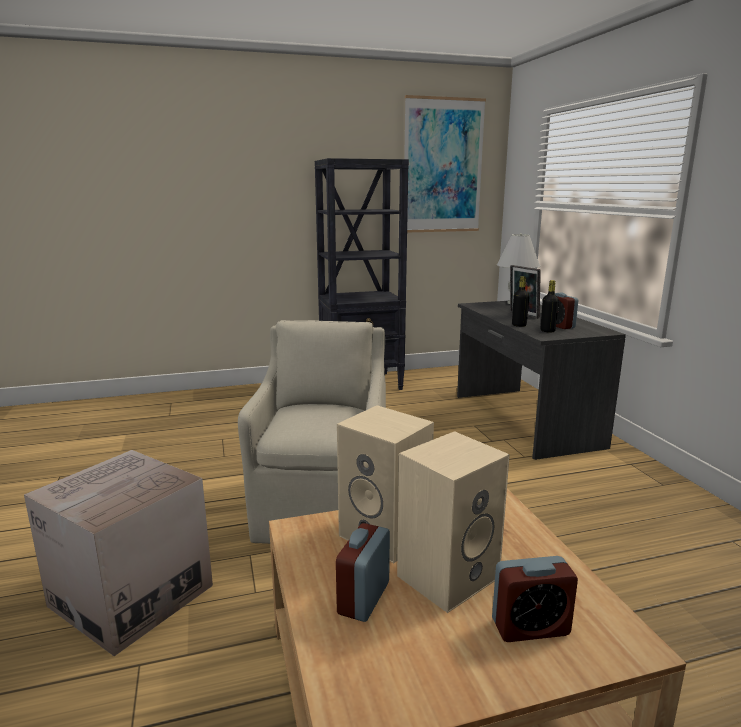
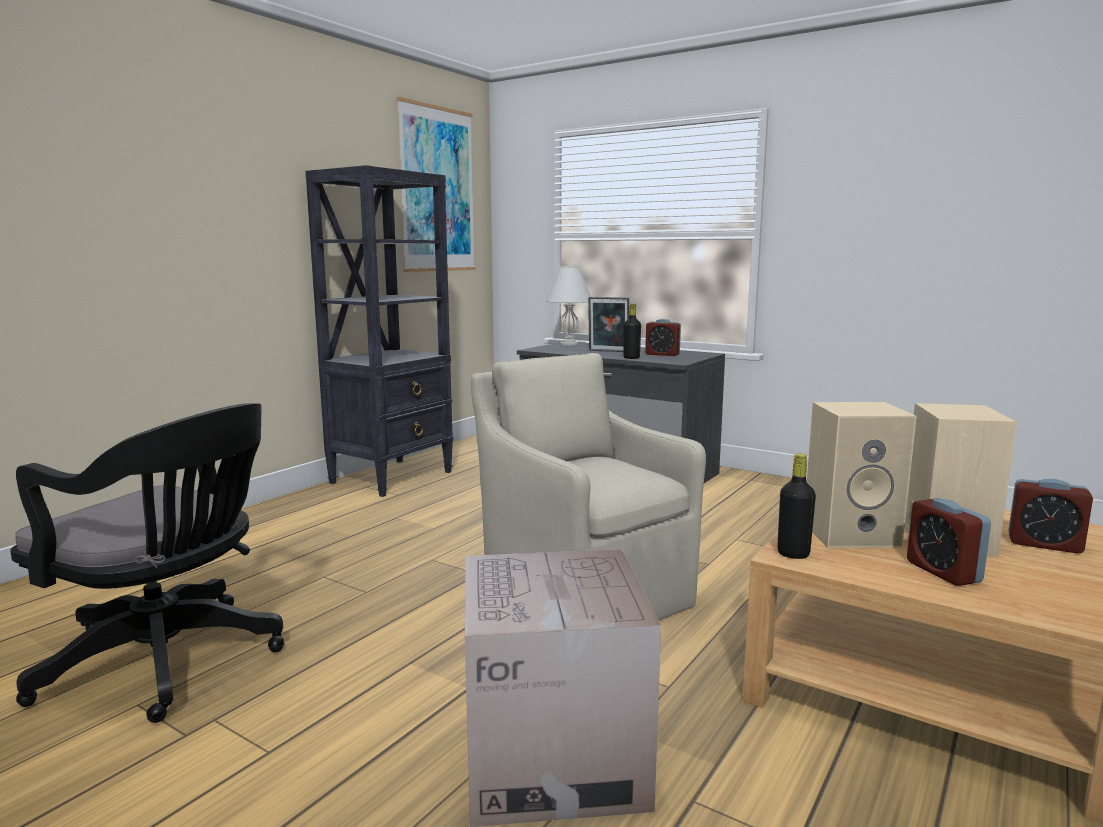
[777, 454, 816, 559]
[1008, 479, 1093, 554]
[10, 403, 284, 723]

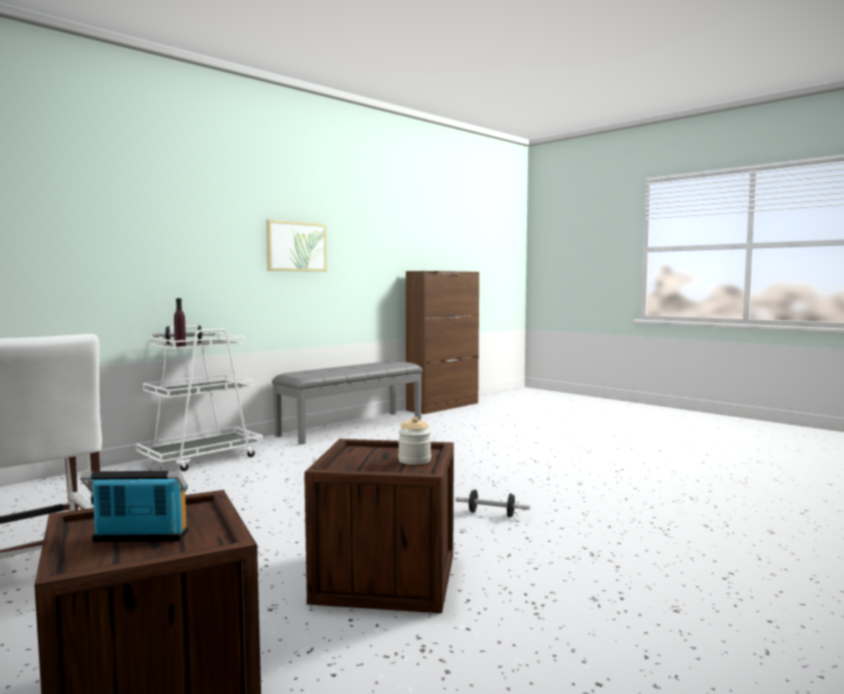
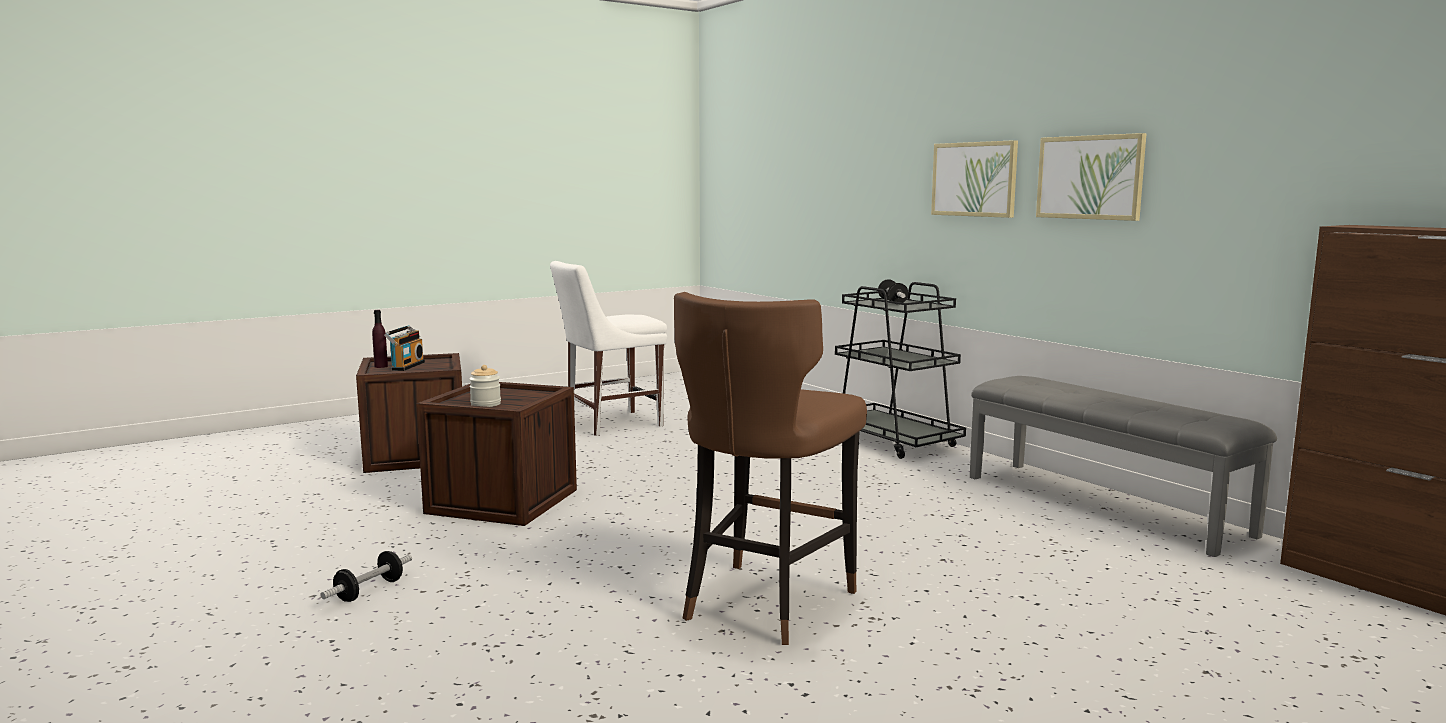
[372, 310, 388, 368]
[835, 282, 966, 459]
[321, 551, 412, 602]
[931, 140, 1018, 218]
[674, 292, 867, 645]

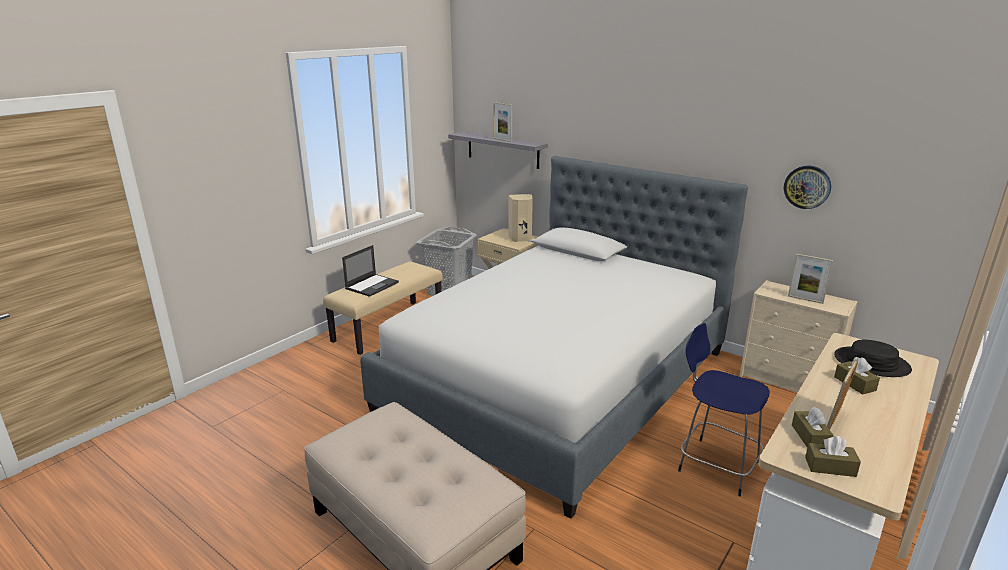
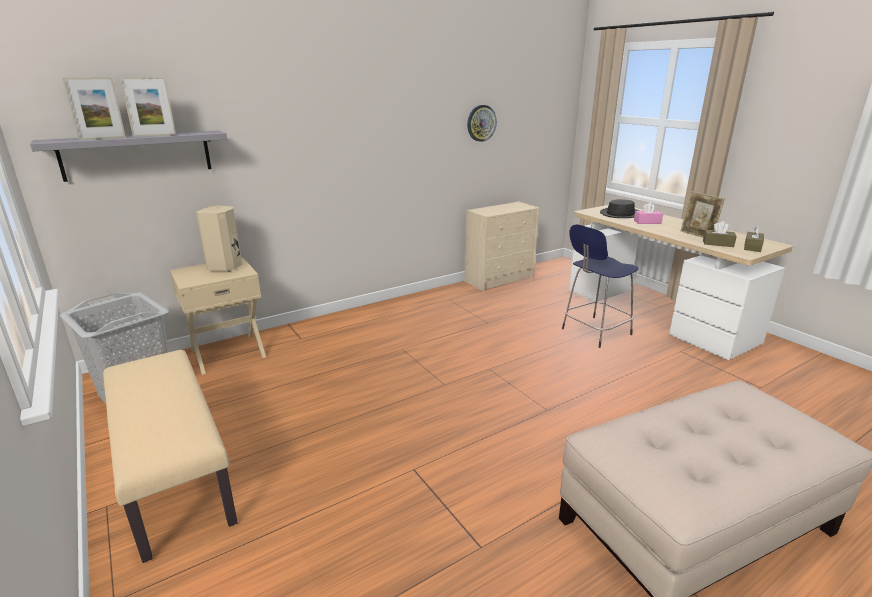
[360, 156, 748, 519] (first image)
[342, 245, 399, 297] (first image)
[63, 78, 126, 140]
[634, 202, 663, 224]

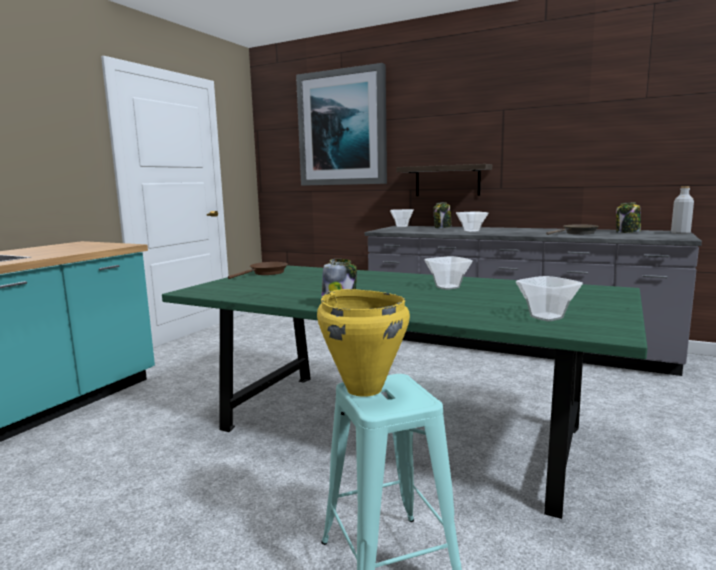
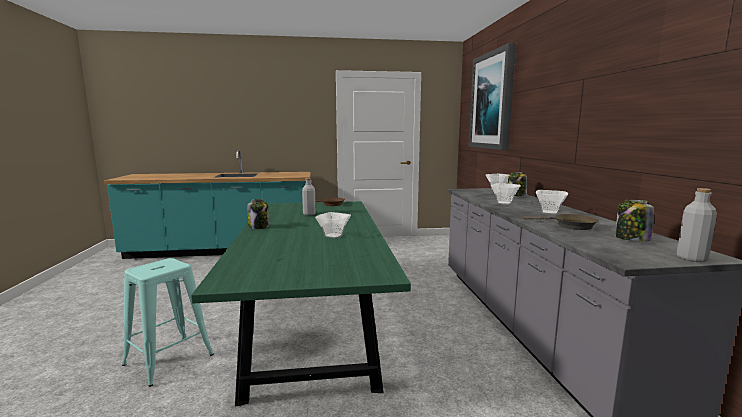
[396, 164, 492, 196] (first image)
[536, 190, 568, 215]
[317, 289, 410, 397] (first image)
[302, 178, 316, 215]

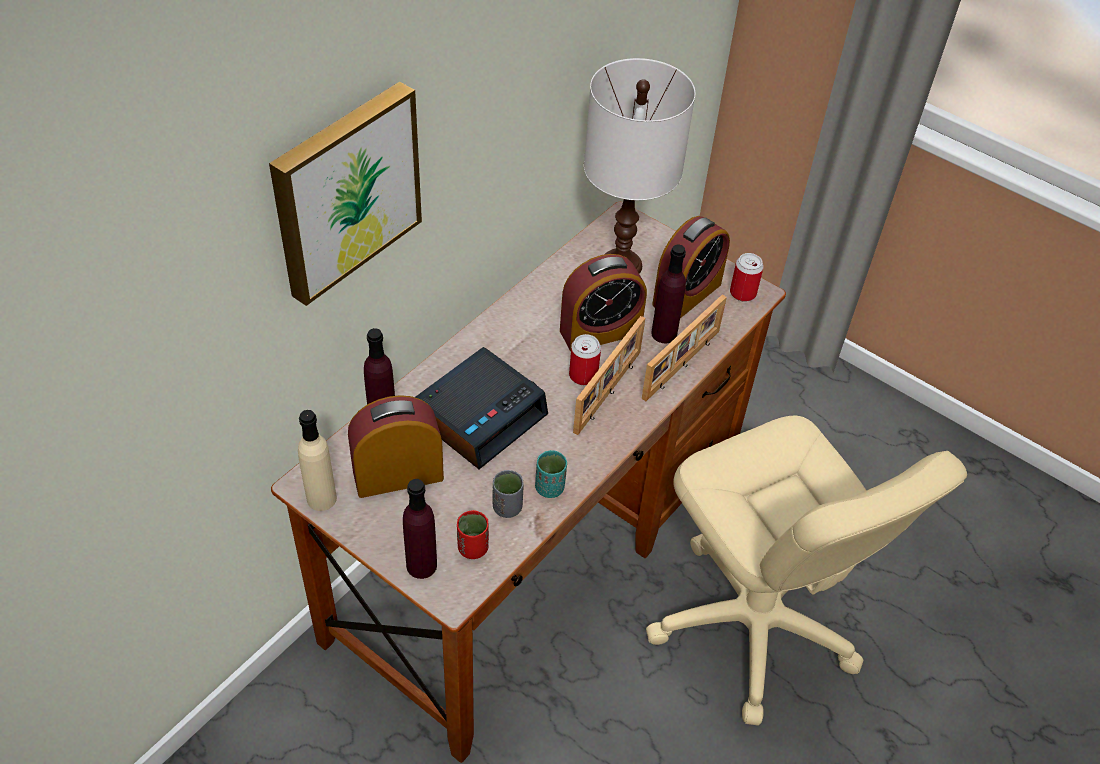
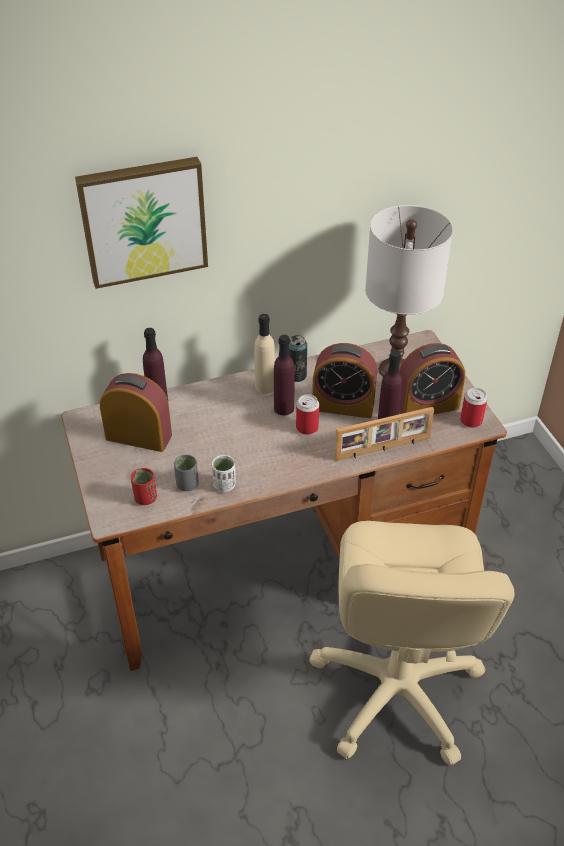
[573, 316, 645, 435] (first image)
[415, 347, 548, 469] (first image)
[254, 314, 275, 394]
[212, 455, 236, 492]
[274, 335, 295, 416]
[289, 335, 307, 382]

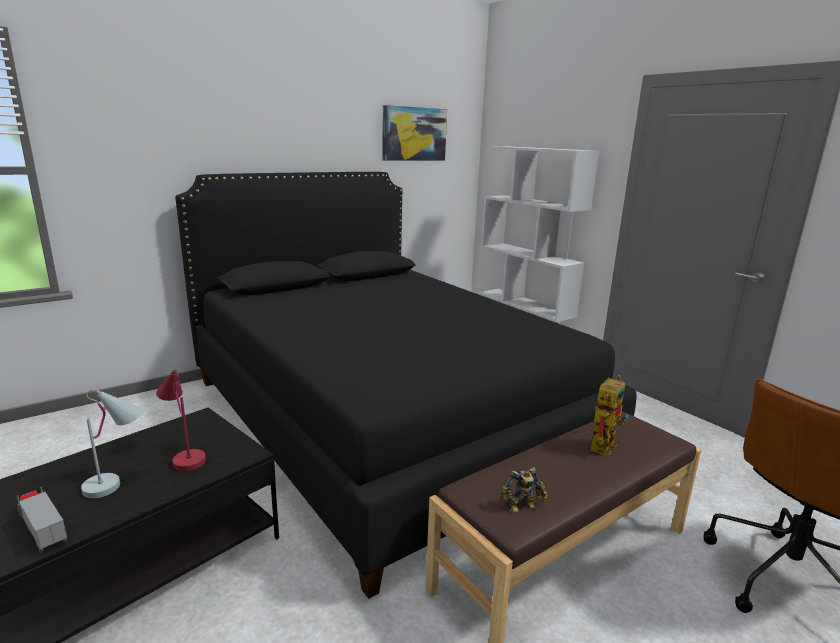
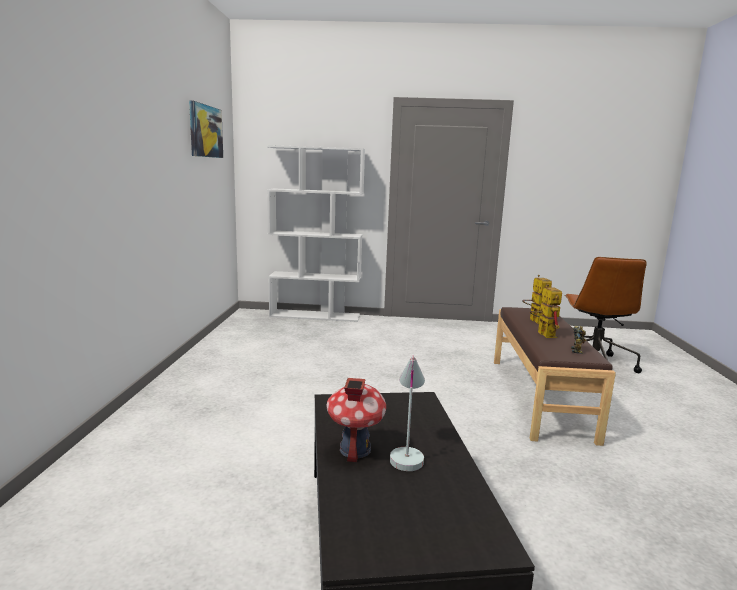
[175, 172, 637, 599] (first image)
[156, 370, 206, 471] (first image)
[17, 486, 67, 553] (first image)
[530, 284, 562, 338]
[326, 378, 386, 462]

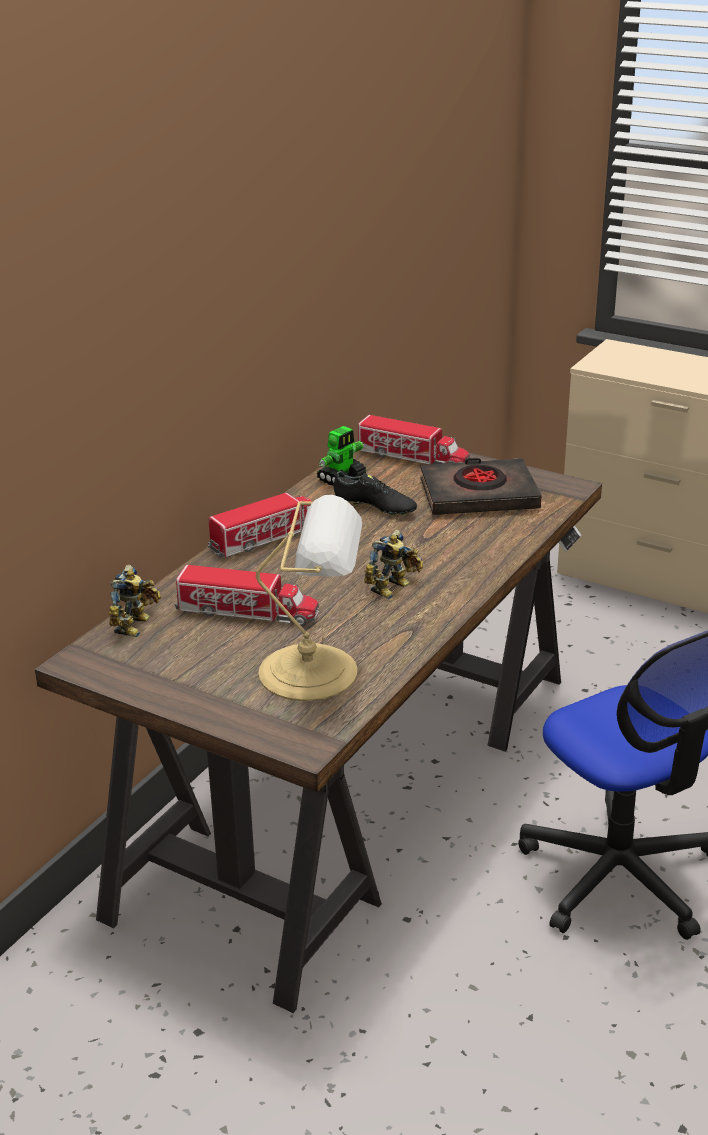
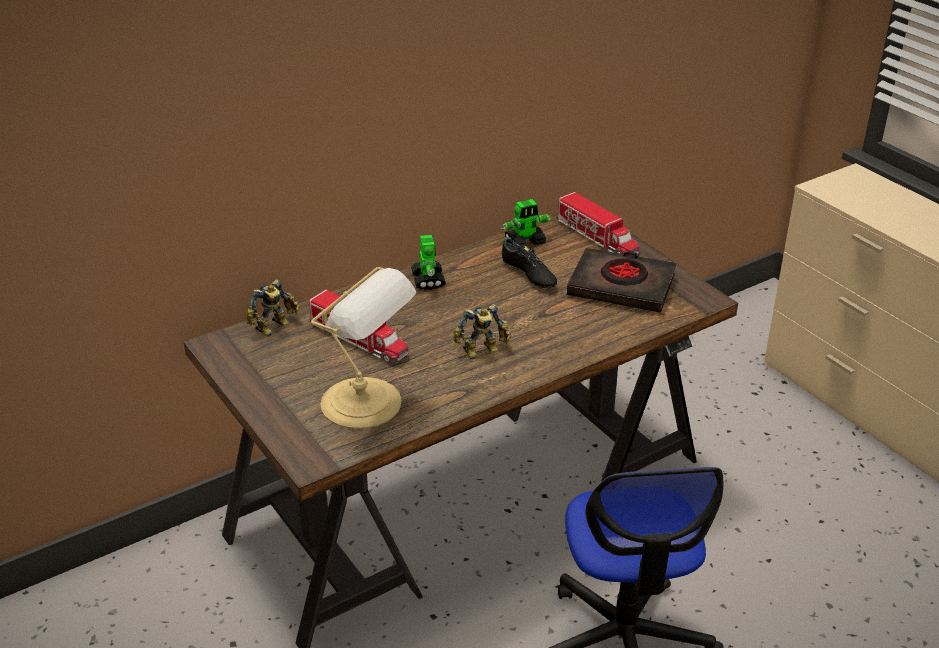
[411, 235, 446, 290]

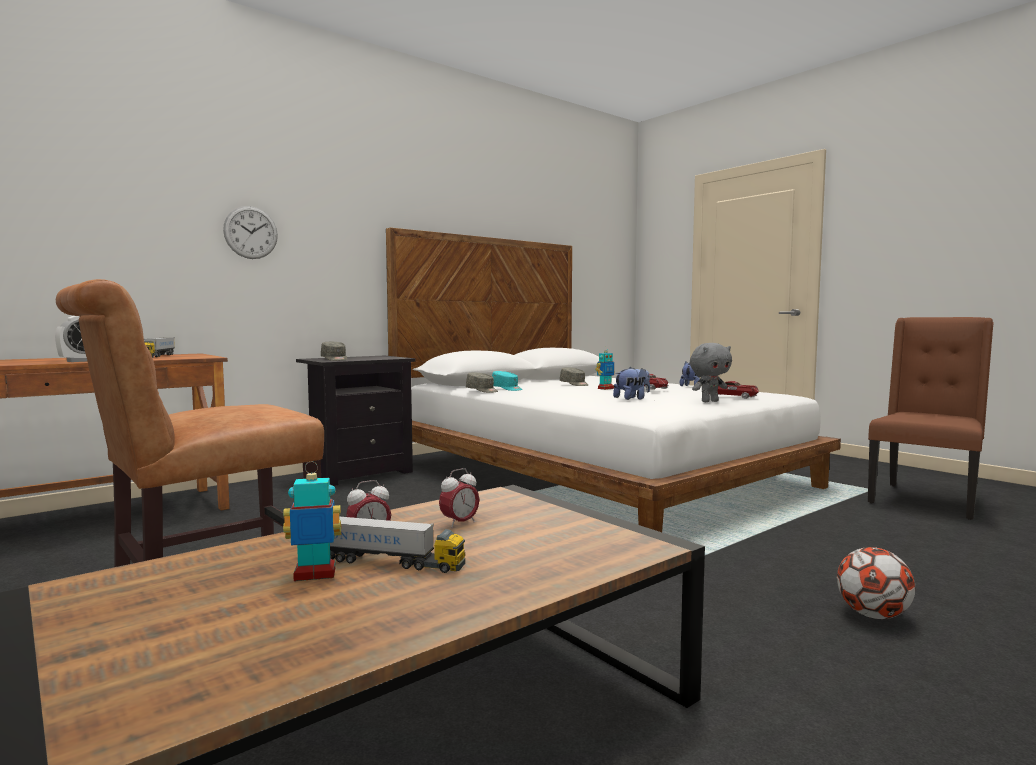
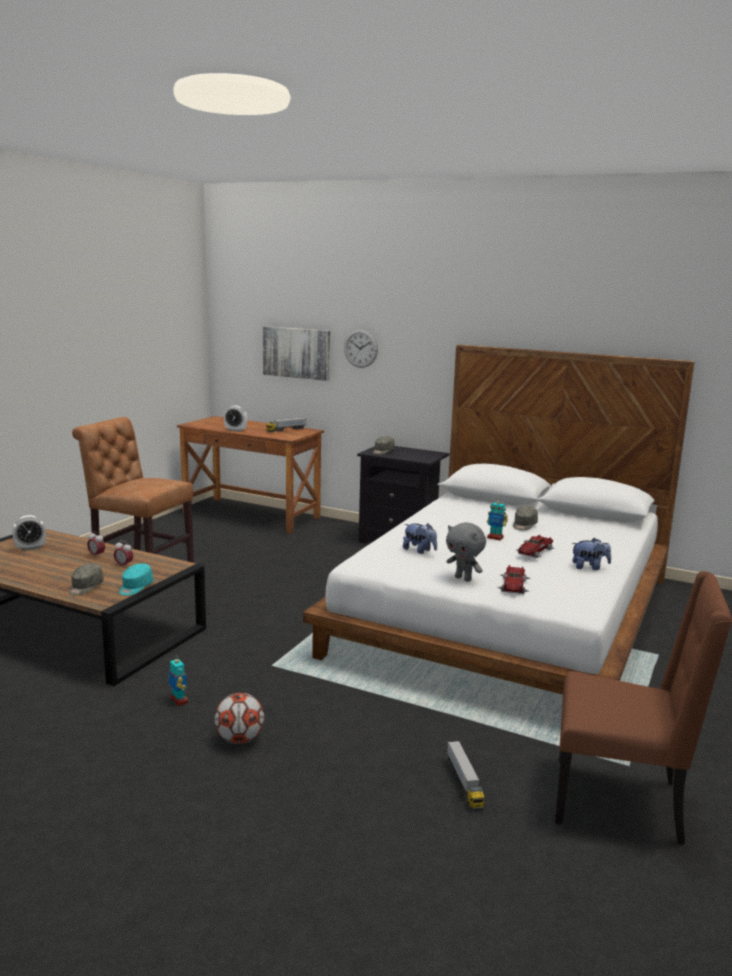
[119, 563, 153, 596]
[68, 563, 104, 595]
[168, 656, 188, 706]
[447, 741, 485, 811]
[263, 326, 330, 381]
[12, 515, 46, 551]

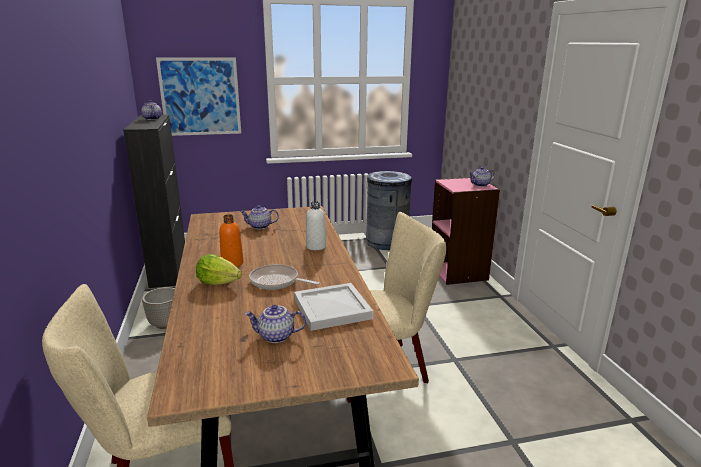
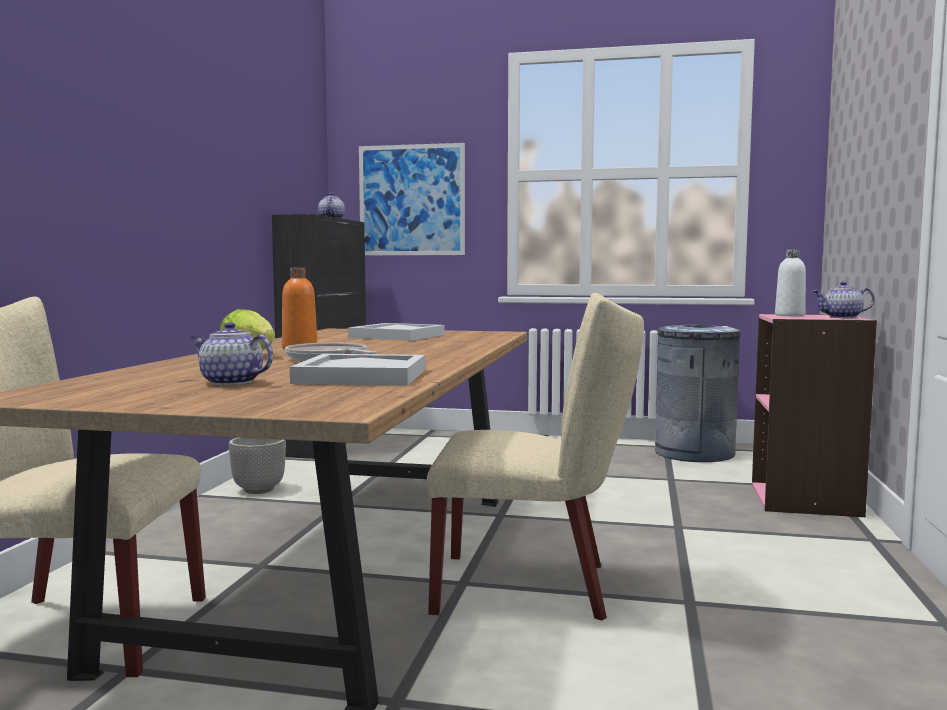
[775, 250, 806, 316]
[348, 323, 445, 341]

